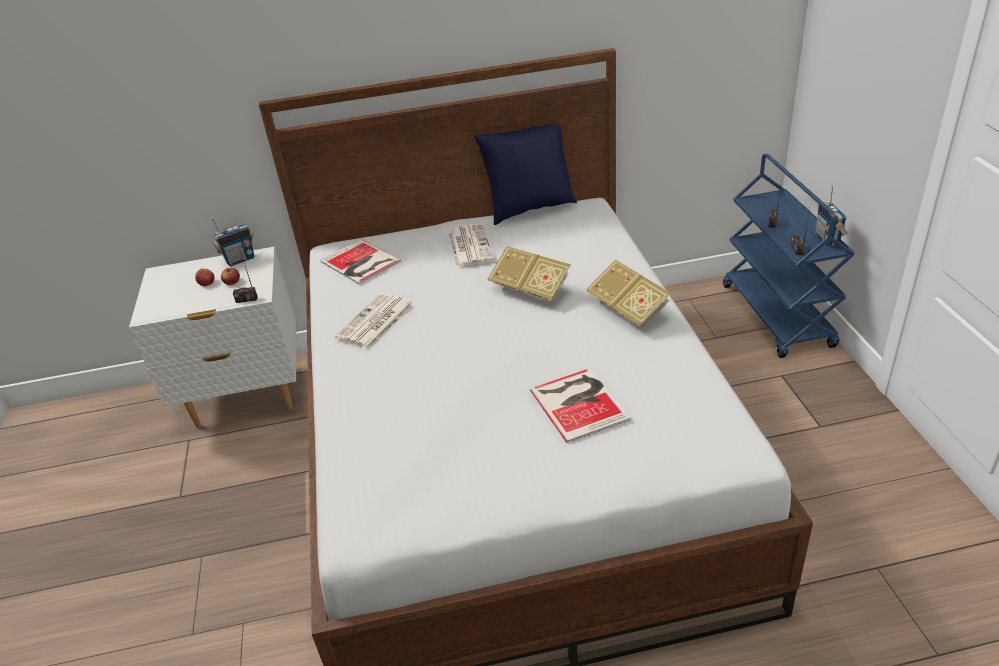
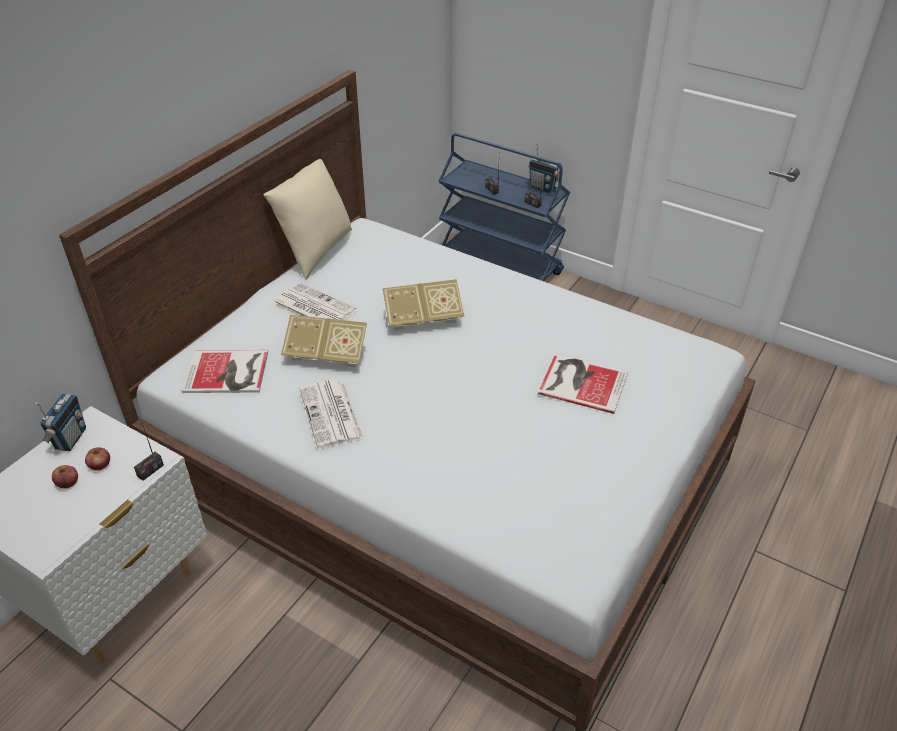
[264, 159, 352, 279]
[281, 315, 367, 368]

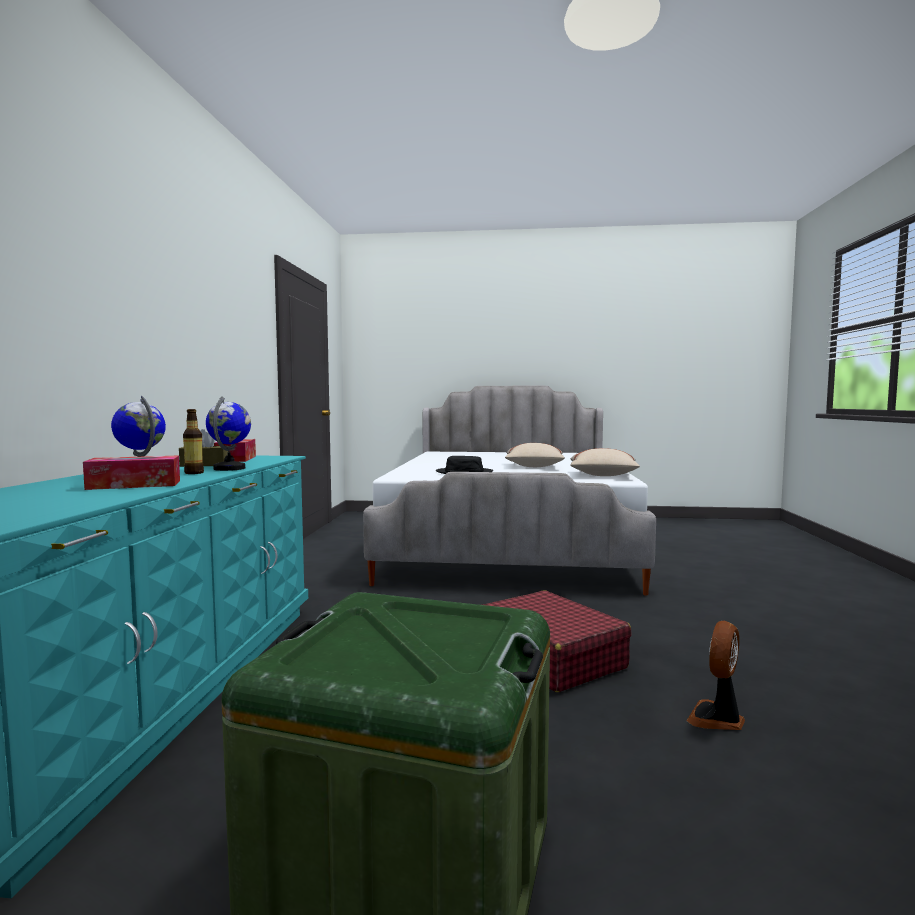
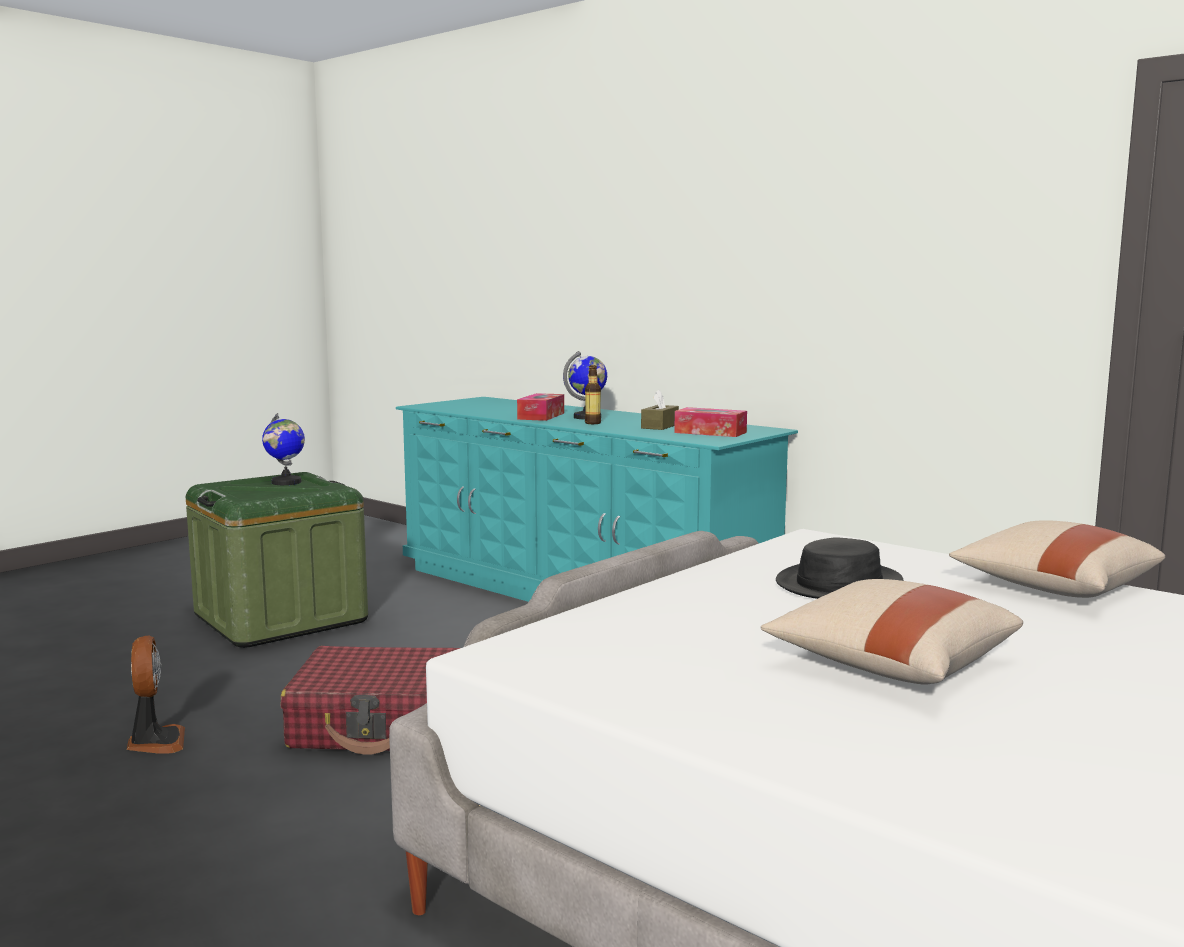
[262, 413, 305, 485]
[949, 520, 1165, 598]

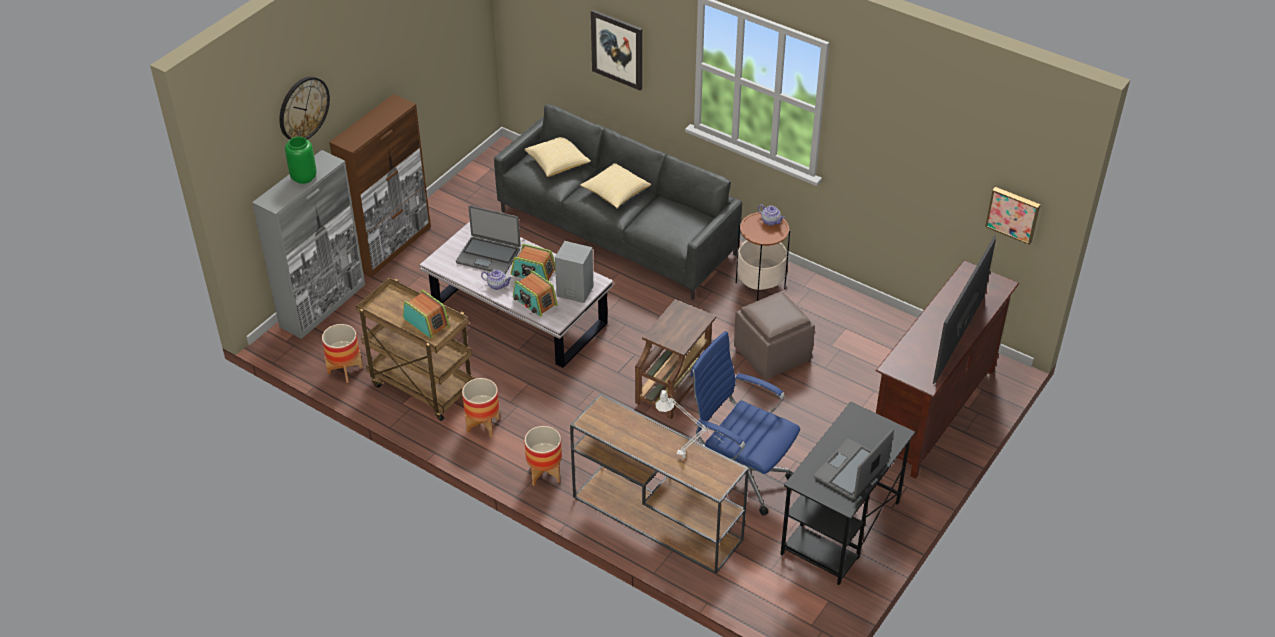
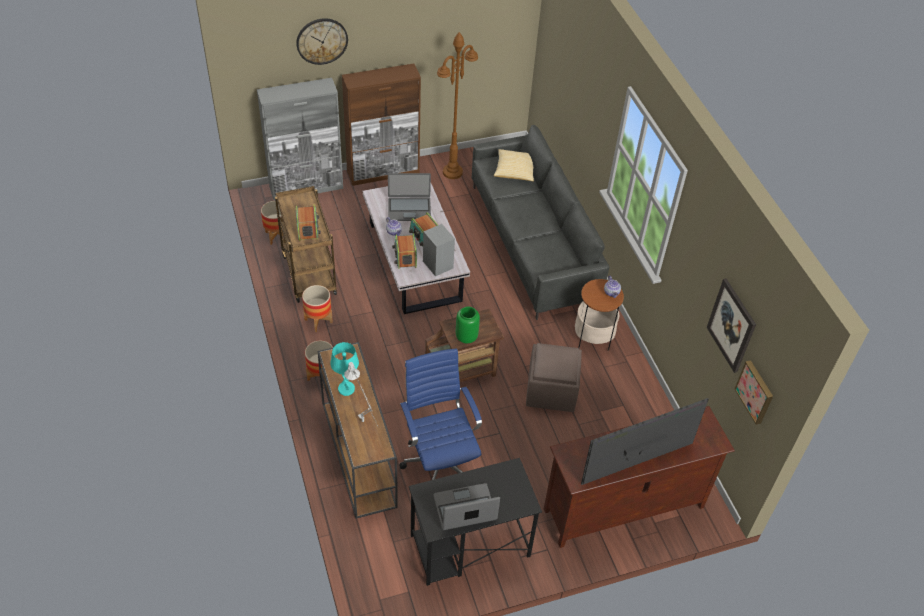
[707, 278, 756, 373]
[456, 307, 480, 344]
[580, 163, 651, 208] (first image)
[388, 173, 431, 221]
[437, 32, 478, 179]
[330, 342, 359, 396]

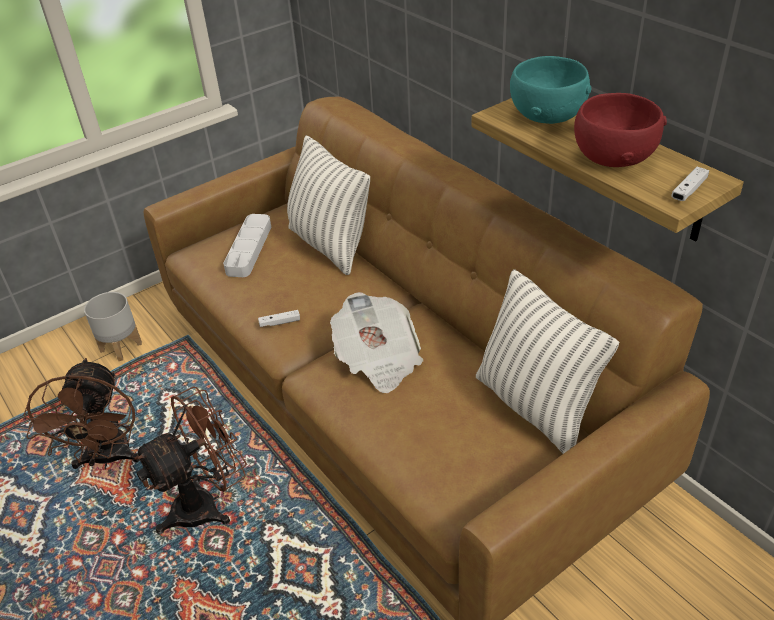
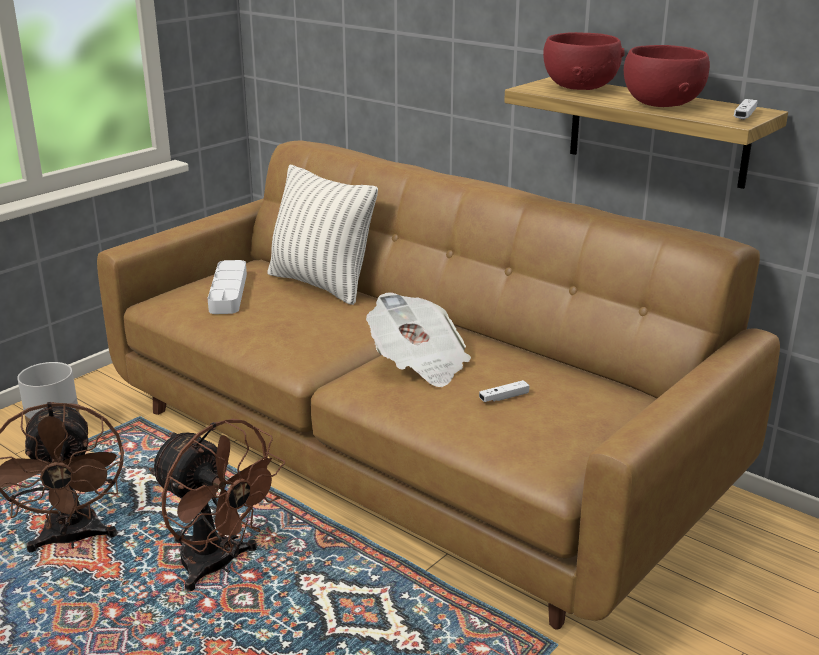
[543, 32, 625, 90]
[476, 269, 619, 454] (first image)
[479, 380, 530, 402]
[149, 419, 285, 591]

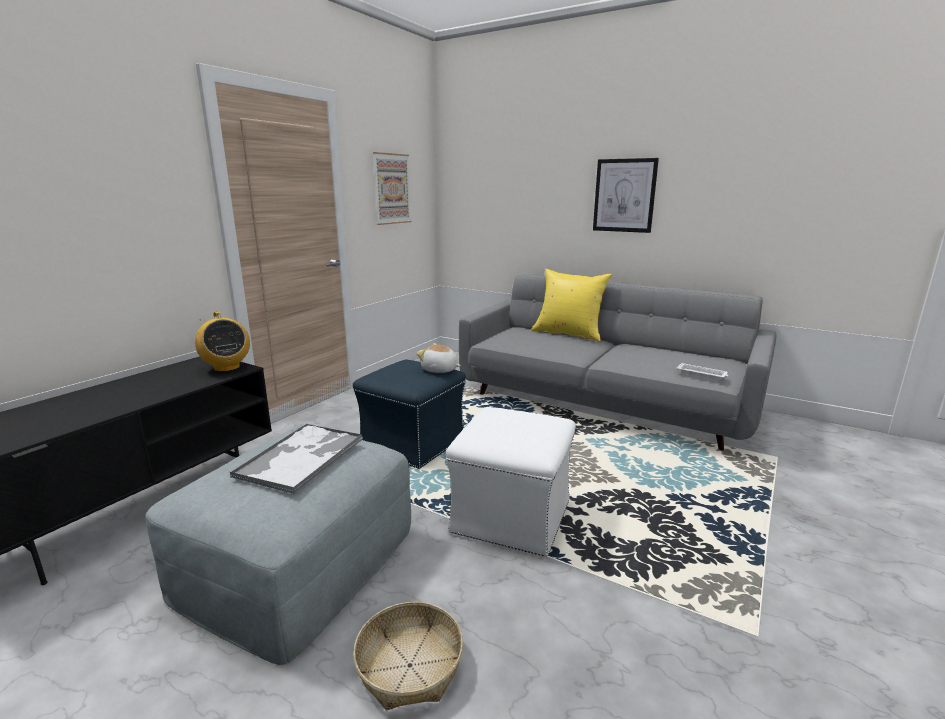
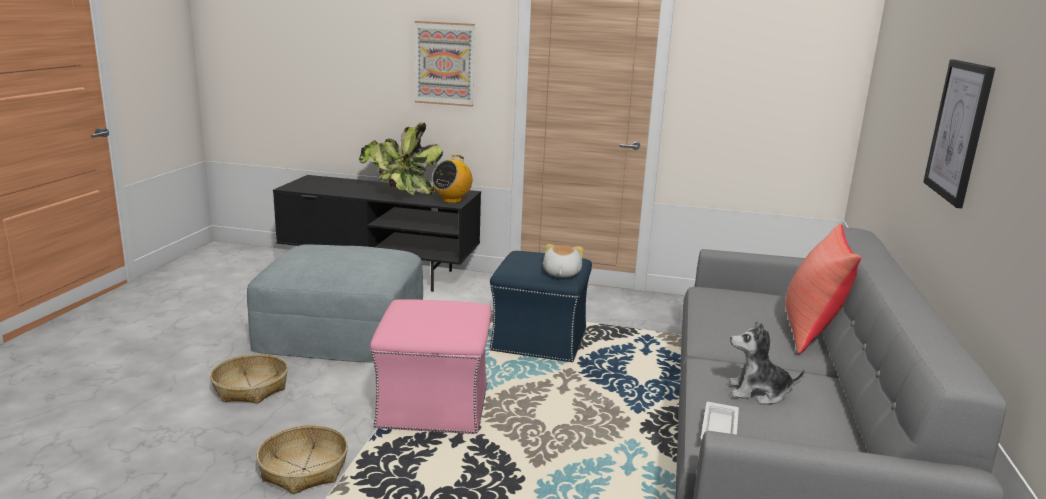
[415, 21, 475, 107]
[785, 224, 861, 354]
[370, 299, 491, 434]
[230, 424, 363, 494] (first image)
[359, 122, 443, 195]
[729, 321, 805, 405]
[256, 425, 348, 494]

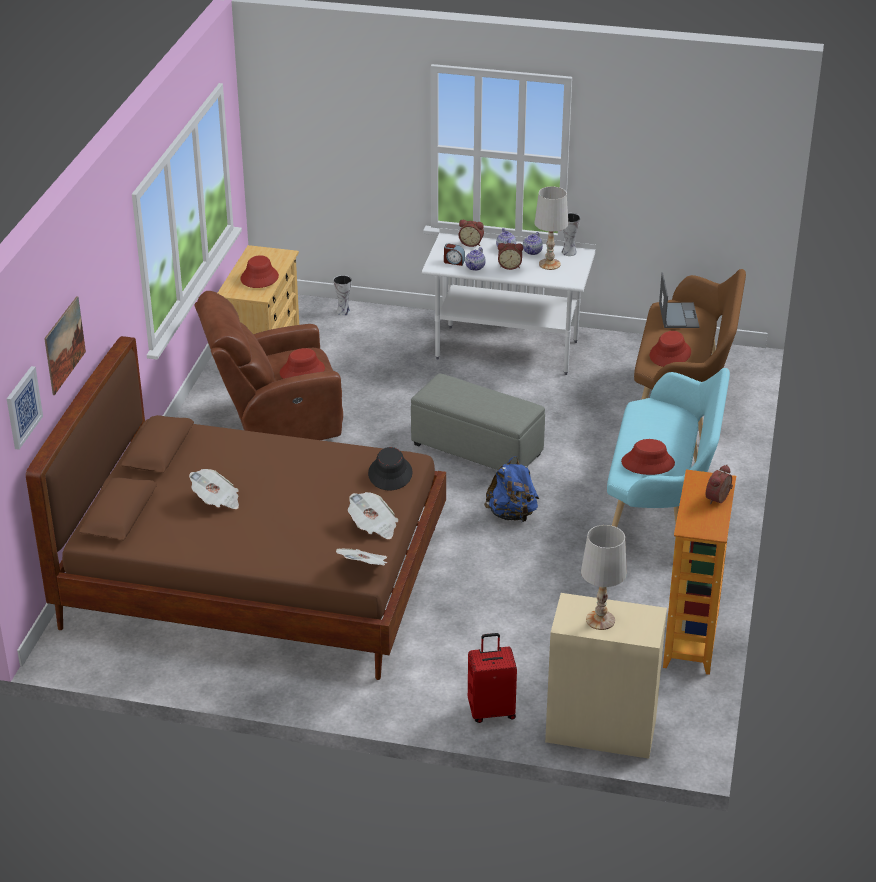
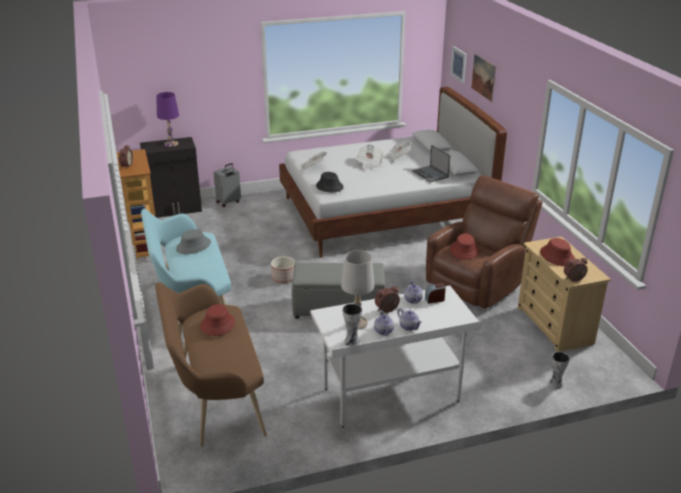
[564, 258, 588, 281]
[412, 145, 451, 182]
[279, 87, 507, 258]
[176, 229, 211, 254]
[271, 257, 295, 283]
[156, 92, 179, 147]
[357, 144, 383, 170]
[140, 137, 202, 218]
[214, 163, 241, 207]

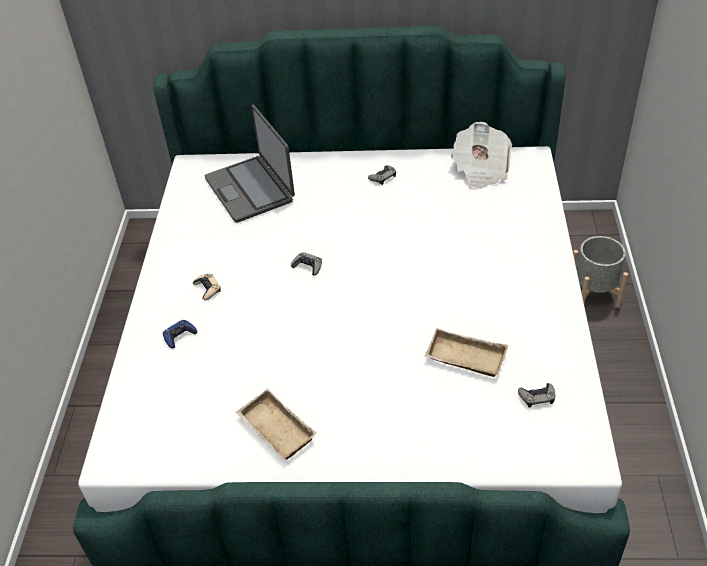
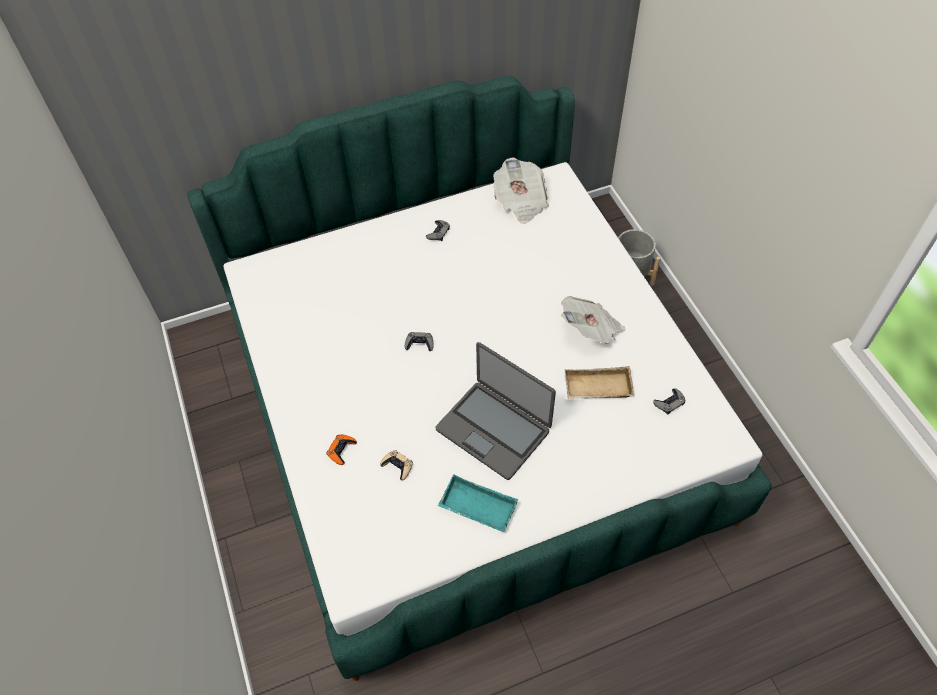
[436, 342, 556, 480]
[380, 450, 413, 480]
[326, 434, 357, 465]
[438, 474, 518, 532]
[561, 296, 625, 344]

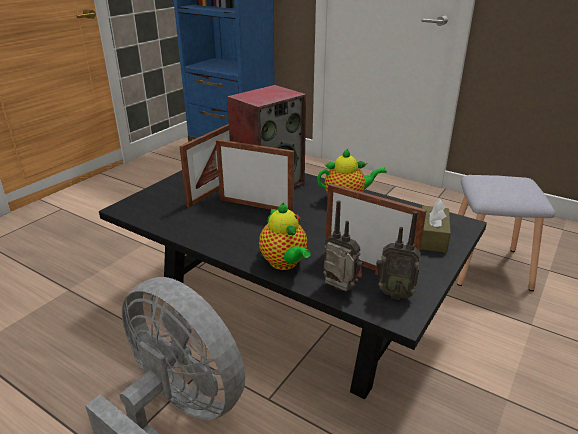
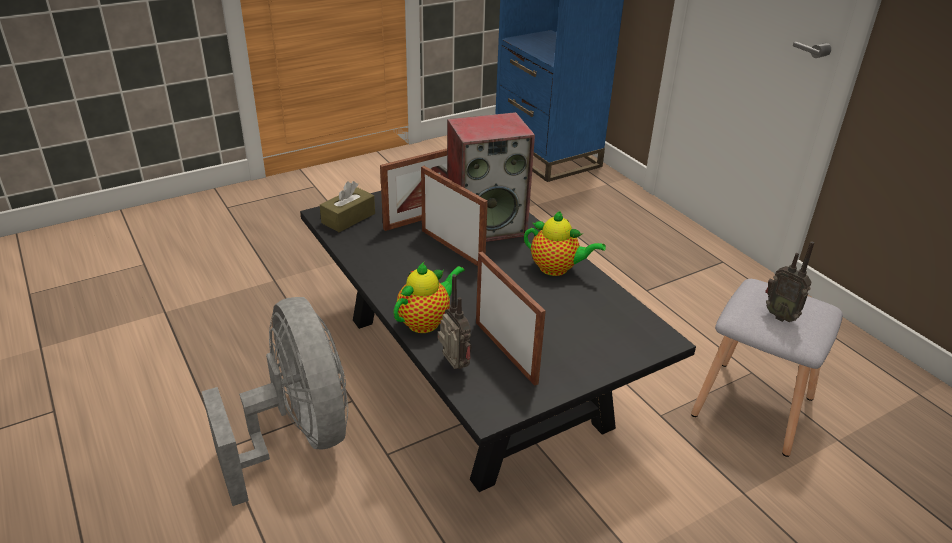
[320, 181, 375, 232]
[393, 262, 465, 333]
[765, 241, 814, 322]

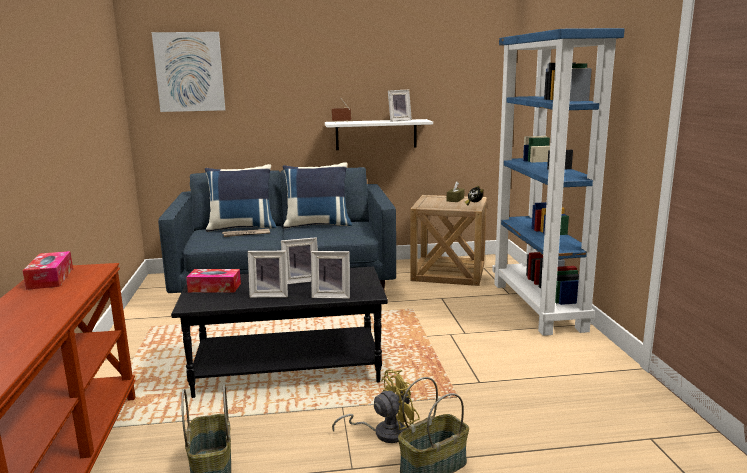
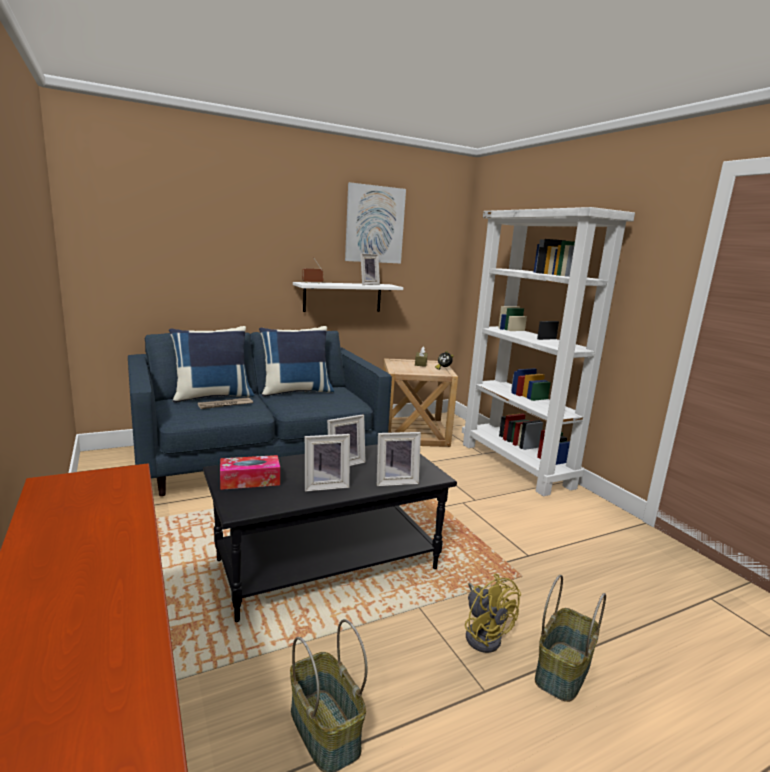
[462, 207, 635, 496]
[345, 182, 406, 264]
[23, 251, 73, 290] (first image)
[465, 573, 521, 653]

